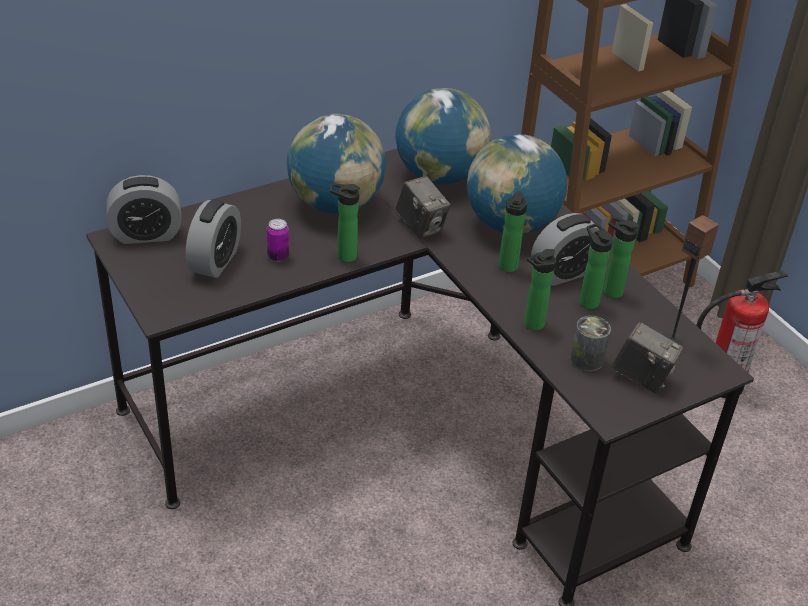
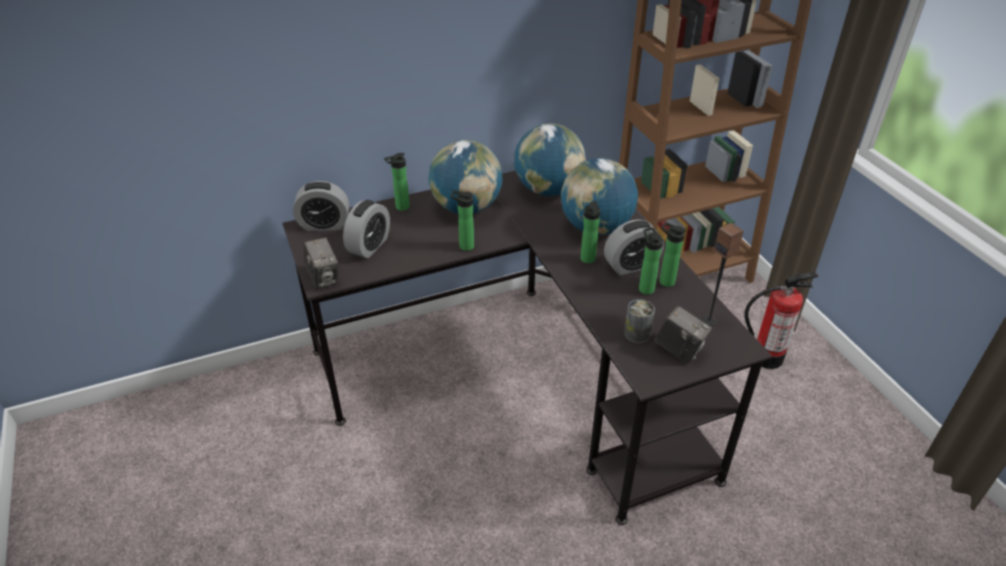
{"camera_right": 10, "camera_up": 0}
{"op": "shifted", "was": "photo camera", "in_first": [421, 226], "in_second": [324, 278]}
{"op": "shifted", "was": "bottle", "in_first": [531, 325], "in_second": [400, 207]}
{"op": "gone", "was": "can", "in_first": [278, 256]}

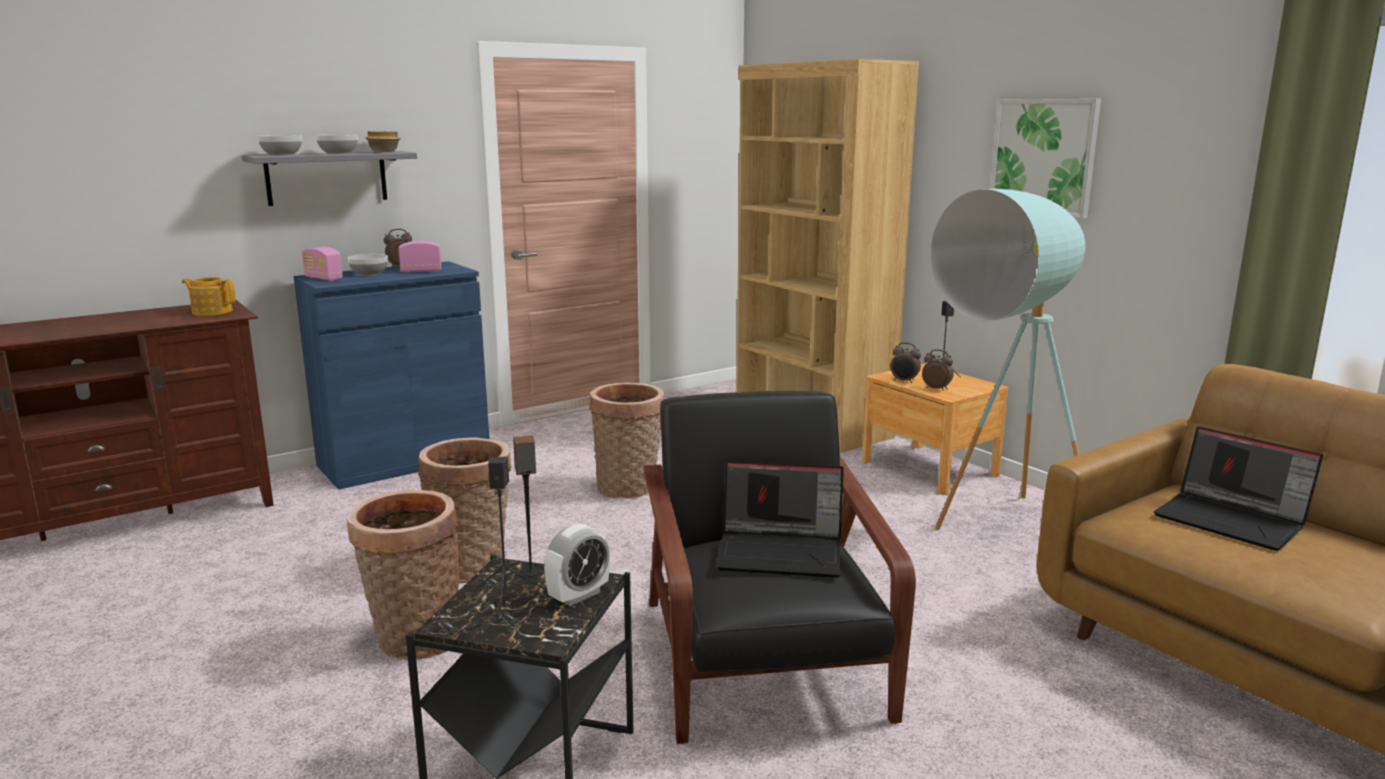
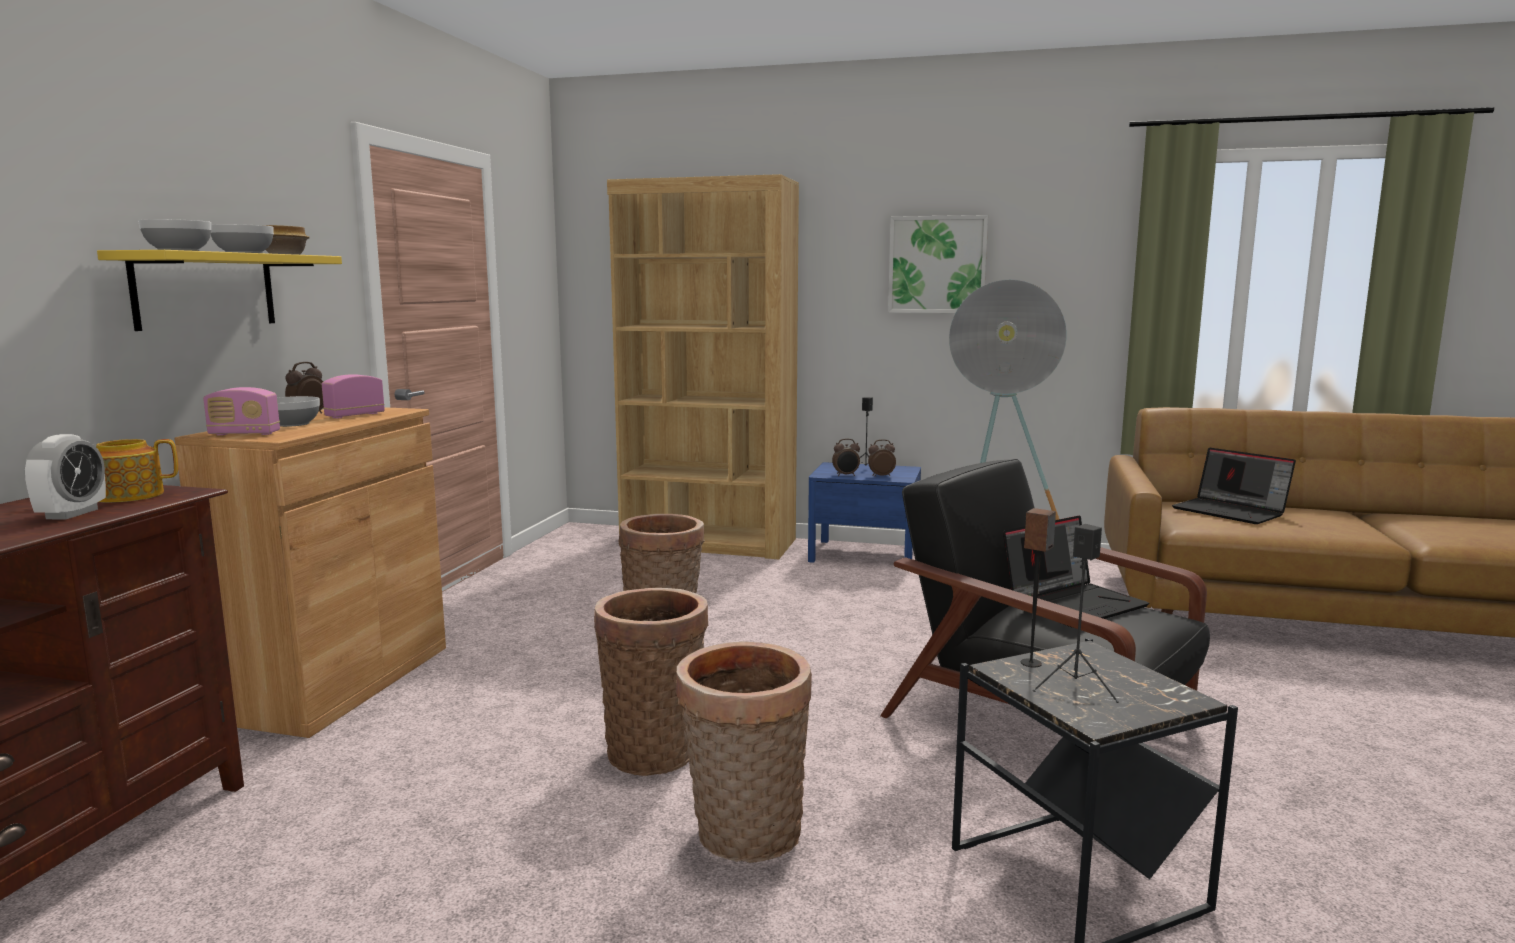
{"camera_right": -40, "camera_up": -5}
{"op": "shifted", "was": "alarm clock", "in_first": [578, 595], "in_second": [72, 514]}
{"op": "repainted", "was": "shelf (grey)", "now": "shelf (yellow)", "in_first": [326, 177], "in_second": [205, 290]}
{"op": "repainted", "was": "cabinet (blue)", "now": "cabinet (brown)", "in_first": [404, 461], "in_second": [339, 682]}
{"op": "repainted", "was": "nightstand (brown)", "now": "nightstand (blue)", "in_first": [929, 468], "in_second": [864, 554]}
{"op": "rotated", "was": "laptop", "in_first": [1232, 520], "in_second": [1231, 511], "clockwise": 45}

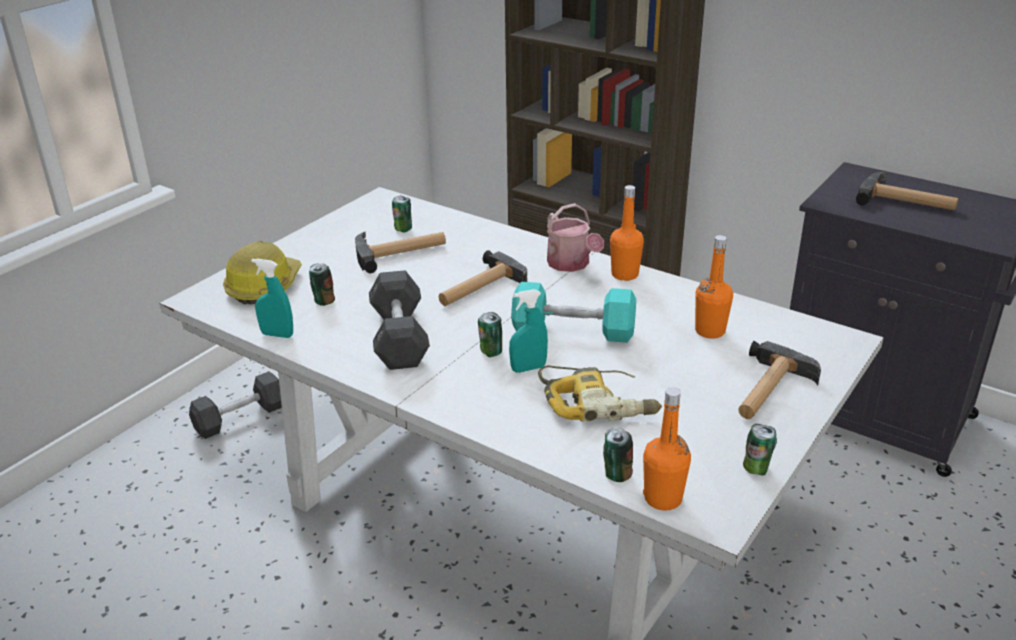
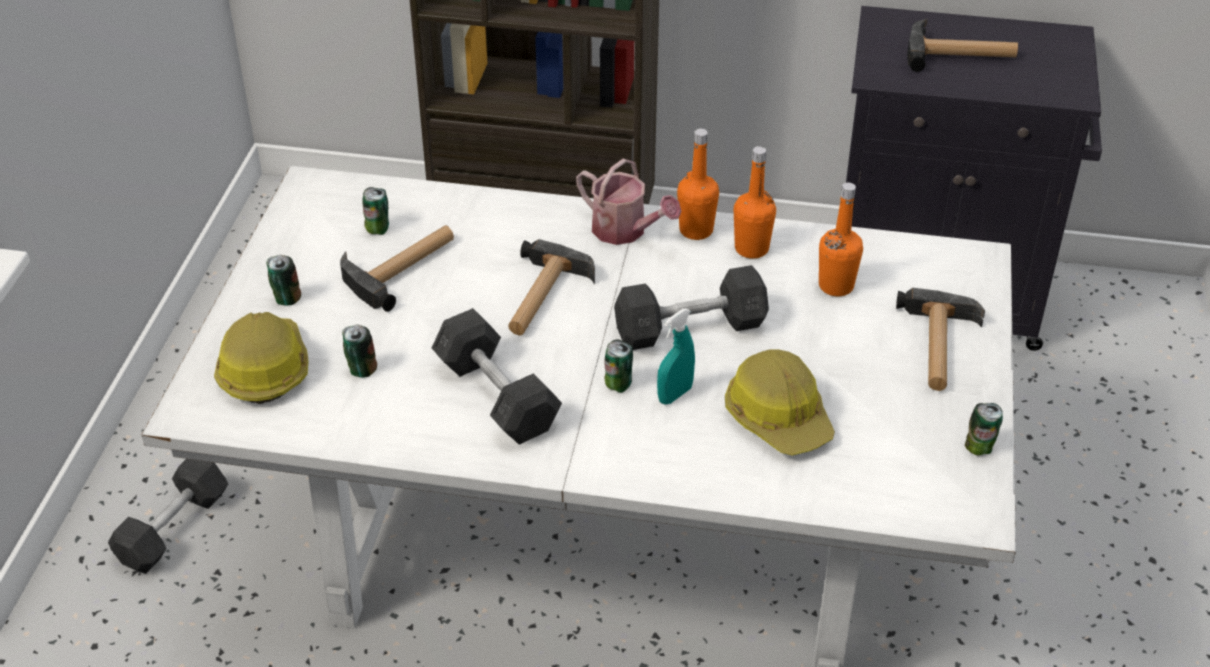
{"camera_right": -25, "camera_up": 10}
{"op": "shifted", "was": "can", "in_first": [616, 474], "in_second": [286, 299]}
{"op": "repainted", "was": "dumbbell (turquoise)", "now": "dumbbell (grey)", "in_first": [573, 331], "in_second": [690, 328]}
{"op": "swapped", "was": "power drill", "now": "hard hat", "in_first": [598, 403], "in_second": [778, 417]}
{"op": "shifted", "was": "bottle (orange)", "in_first": [663, 498], "in_second": [751, 248]}
{"op": "gone", "was": "spray bottle (turquoise)", "in_first": [277, 335]}

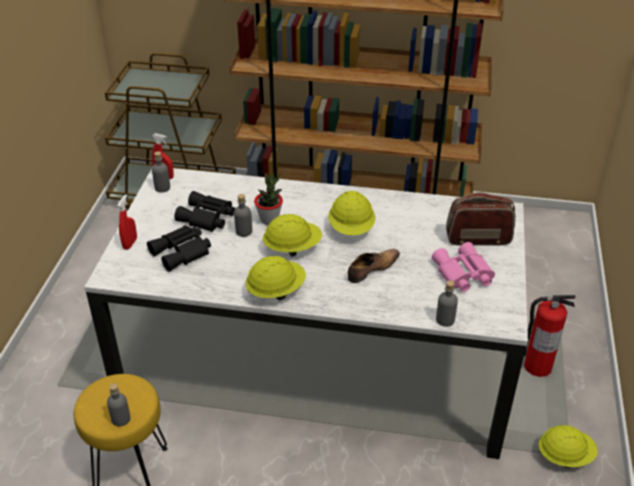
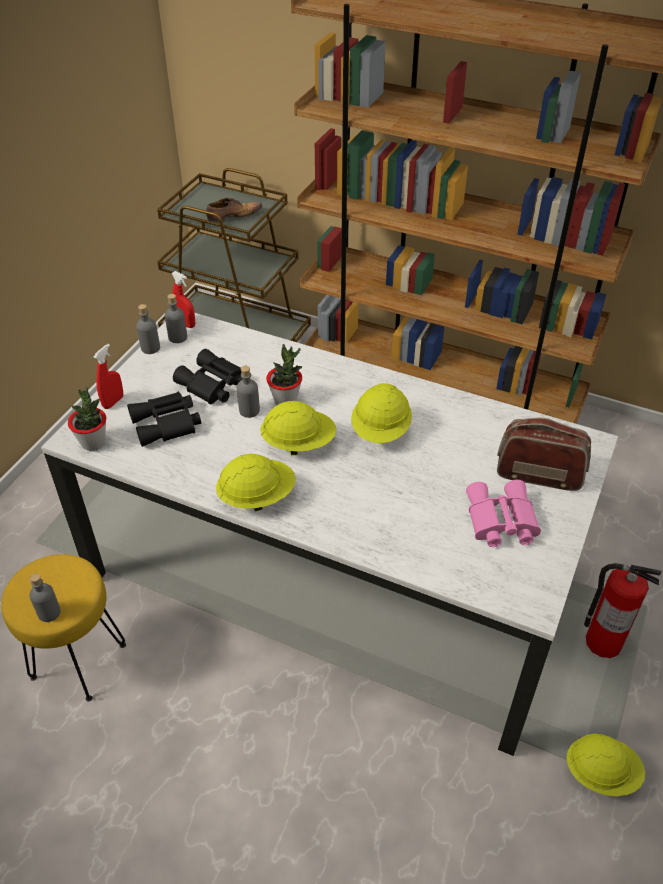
{"camera_right": 15, "camera_up": 5}
{"op": "new", "now": "potted plant", "in_second": [93, 443]}
{"op": "shifted", "was": "bottle (grey)", "in_first": [445, 320], "in_second": [150, 348]}
{"op": "shifted", "was": "shoe", "in_first": [372, 269], "in_second": [233, 216]}

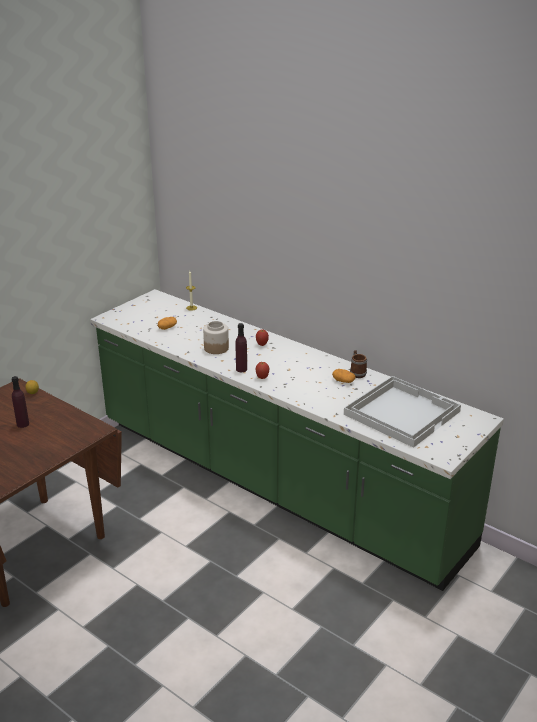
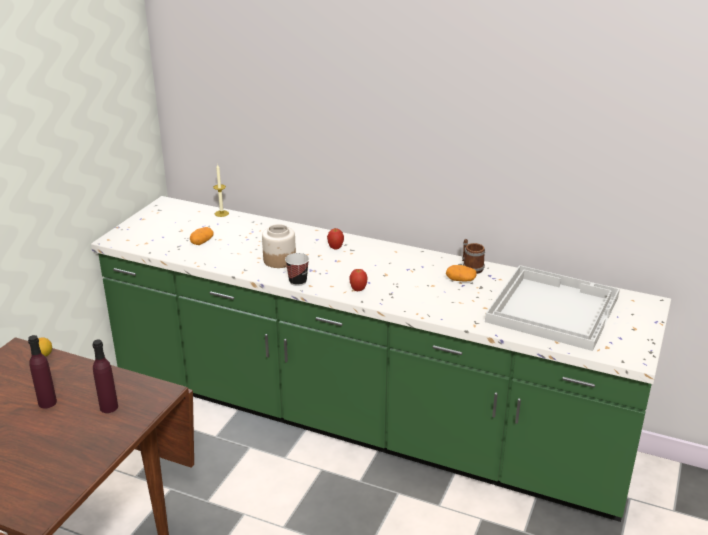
{"camera_right": -15, "camera_up": 0}
{"op": "shifted", "was": "bottle (purple)", "in_first": [241, 369], "in_second": [109, 407]}
{"op": "new", "now": "cup", "in_second": [298, 281]}

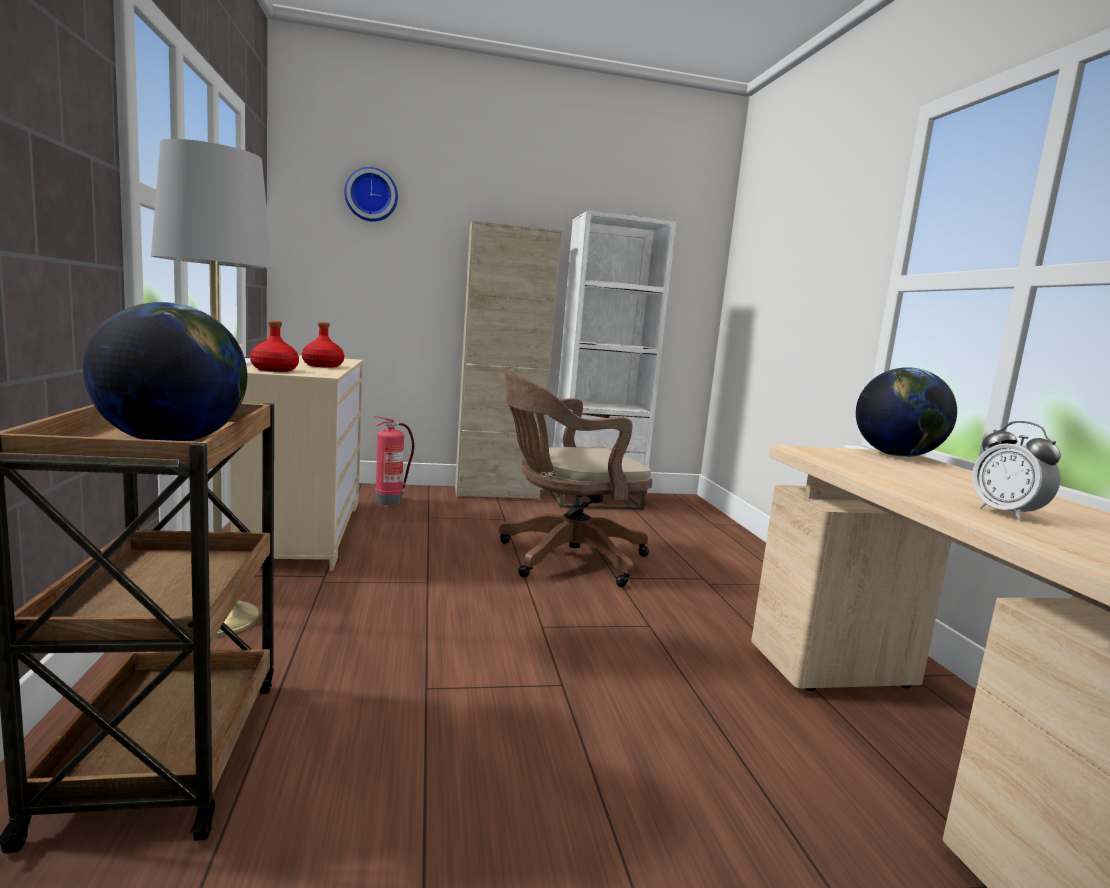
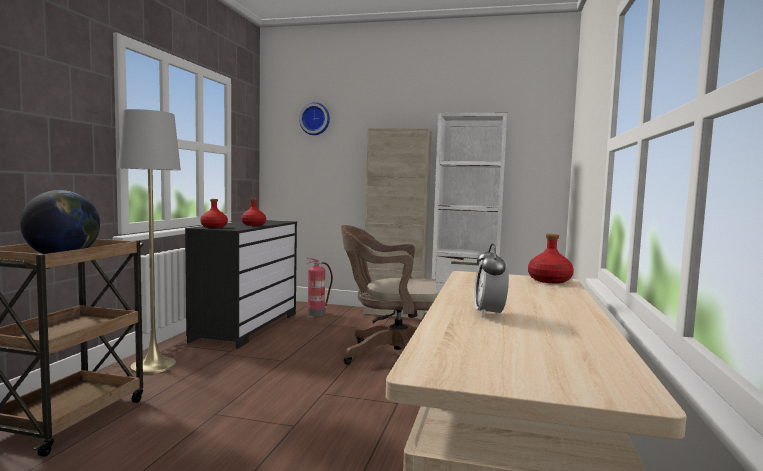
{"camera_right": 25, "camera_up": -5}
{"op": "repainted", "was": "dresser (beige)", "now": "dresser (black)", "in_first": [303, 531], "in_second": [246, 326]}
{"op": "swapped", "was": "globe", "now": "bottle (red)", "in_first": [897, 455], "in_second": [550, 280]}

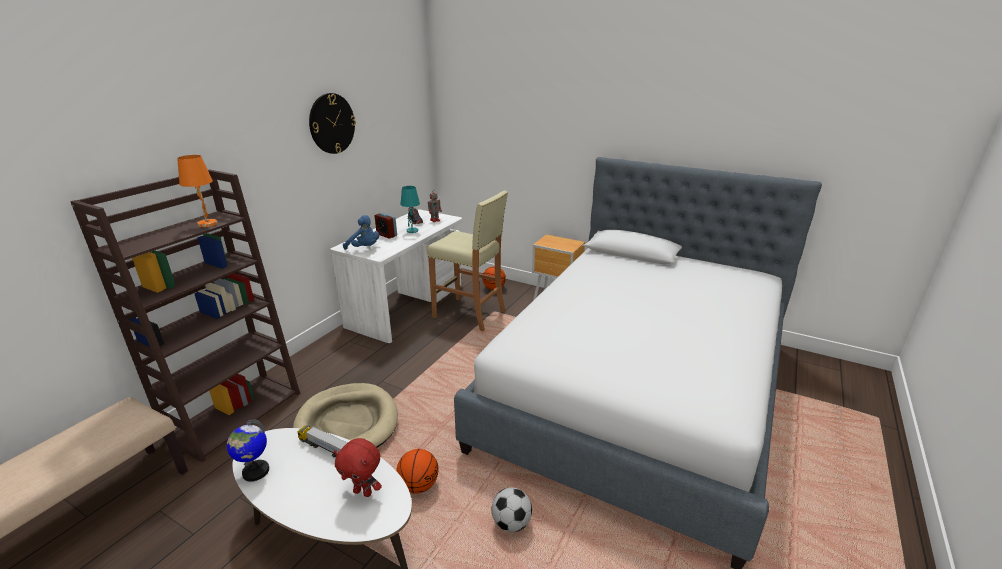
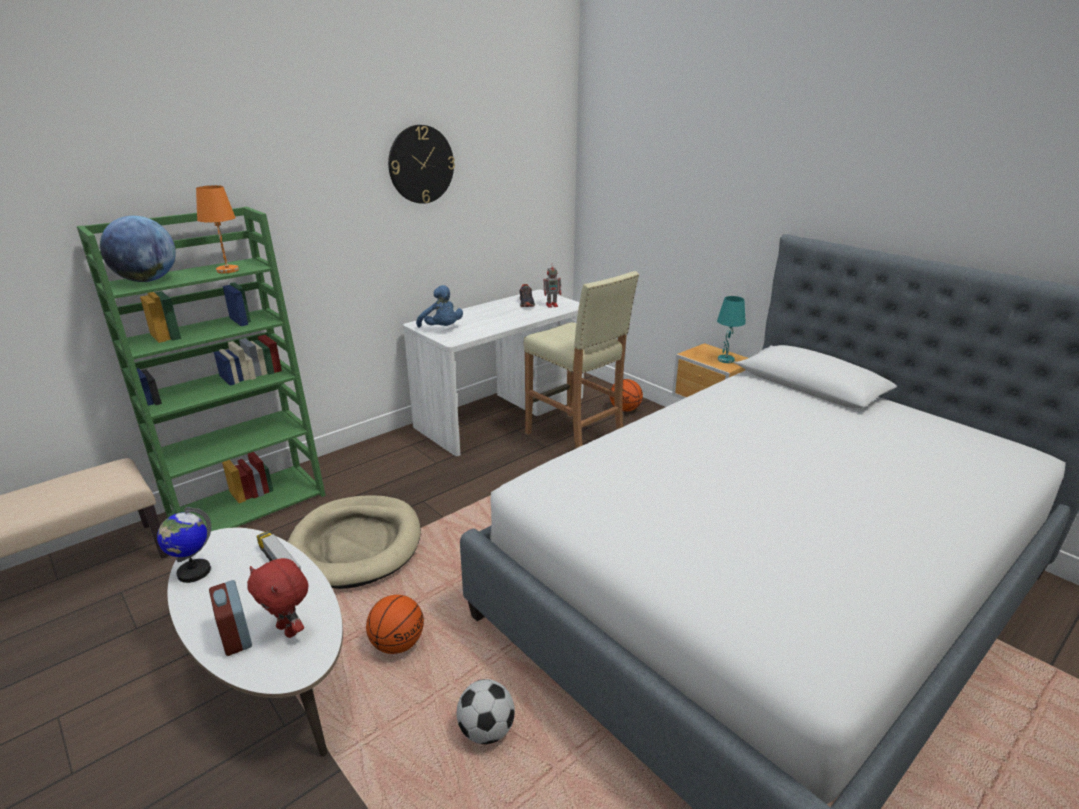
{"camera_right": 20, "camera_up": 0}
{"op": "repainted", "was": "bookcase (brown)", "now": "bookcase (green)", "in_first": [236, 414], "in_second": [248, 504]}
{"op": "new", "now": "globe", "in_second": [147, 280]}
{"op": "shifted", "was": "alarm clock", "in_first": [386, 235], "in_second": [235, 636]}
{"op": "shifted", "was": "table lamp (turquoise)", "in_first": [412, 231], "in_second": [726, 360]}

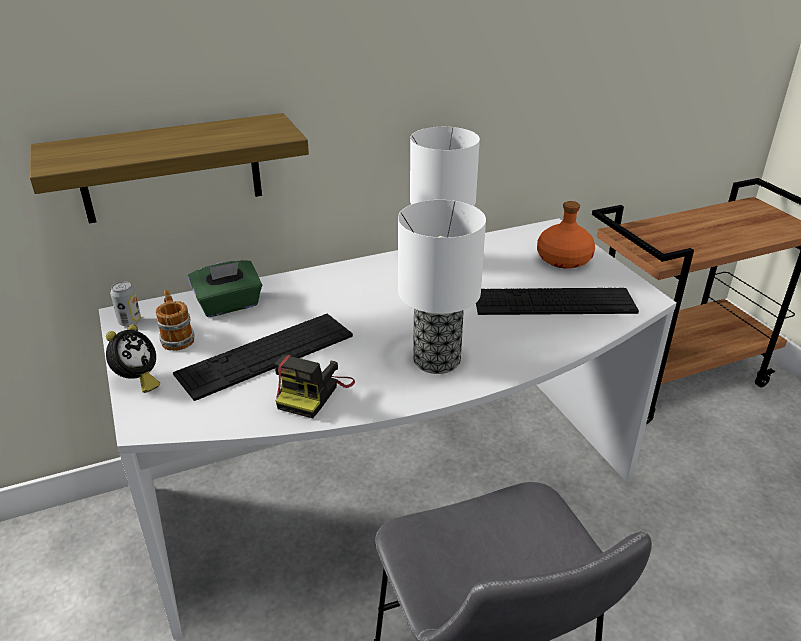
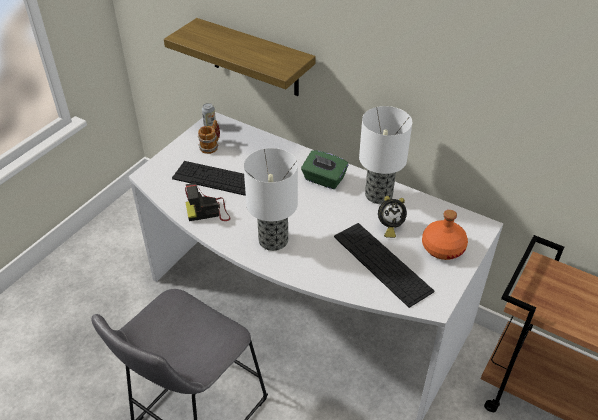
{"camera_right": 55, "camera_up": 10}
{"op": "shifted", "was": "tissue box (green)", "in_first": [229, 305], "in_second": [324, 179]}
{"op": "shifted", "was": "alarm clock", "in_first": [137, 381], "in_second": [389, 227]}

